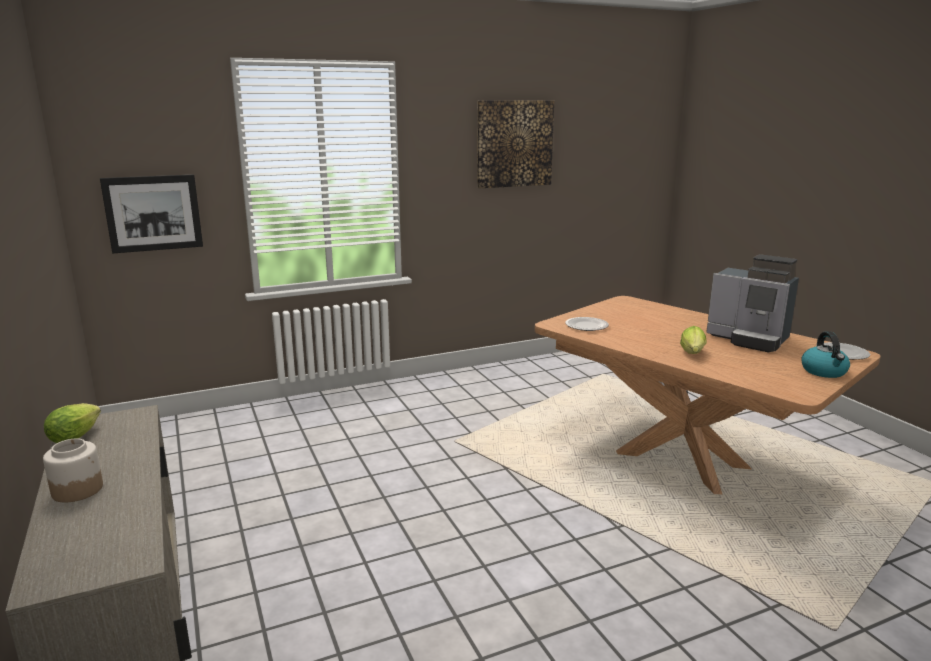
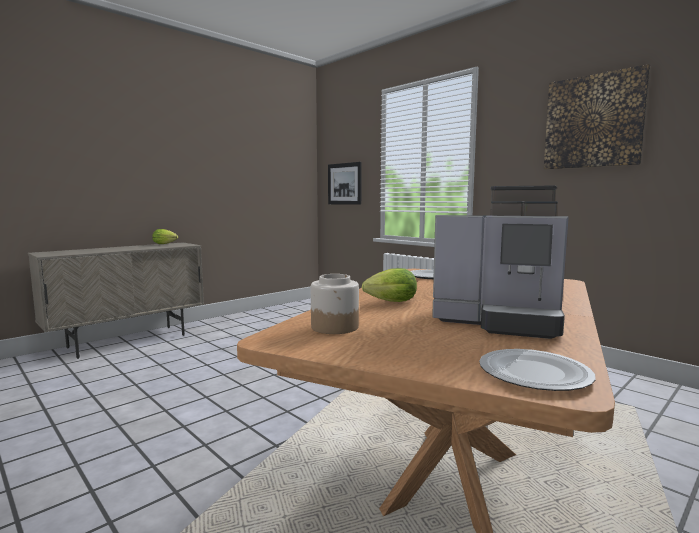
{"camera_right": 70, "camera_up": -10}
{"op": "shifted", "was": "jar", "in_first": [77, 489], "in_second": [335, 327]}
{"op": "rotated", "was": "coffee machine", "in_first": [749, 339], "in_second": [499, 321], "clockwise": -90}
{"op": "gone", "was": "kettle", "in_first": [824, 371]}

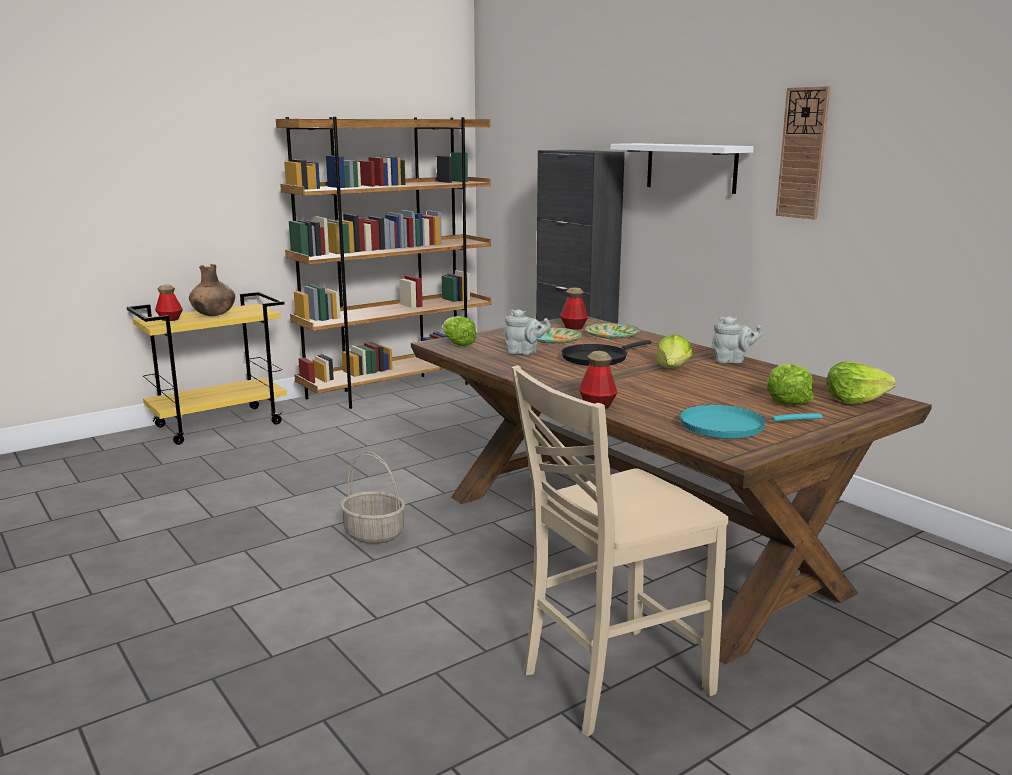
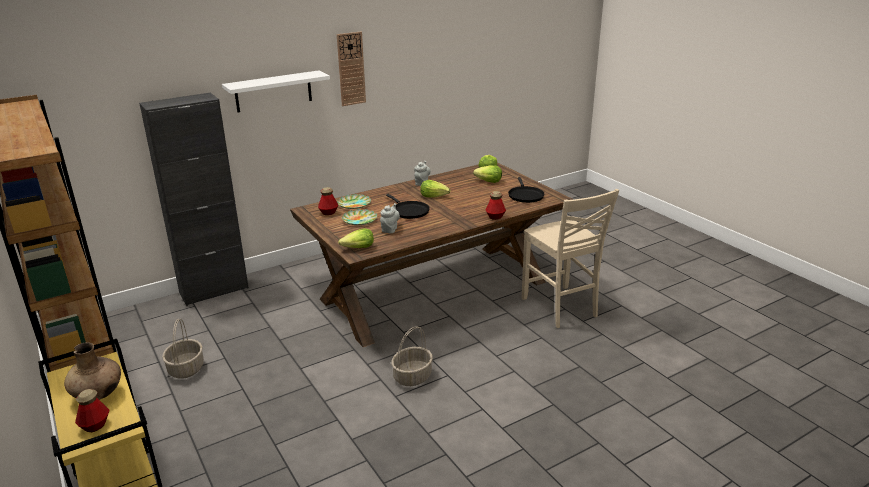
{"camera_right": -85, "camera_up": 10}
{"op": "new", "now": "basket", "in_second": [186, 368]}
{"op": "repainted", "was": "frying pan (turquoise)", "now": "frying pan (black)", "in_first": [728, 427], "in_second": [525, 195]}

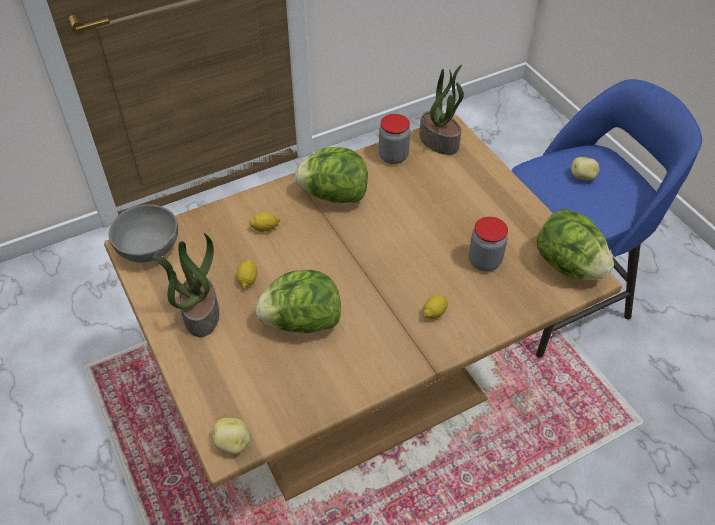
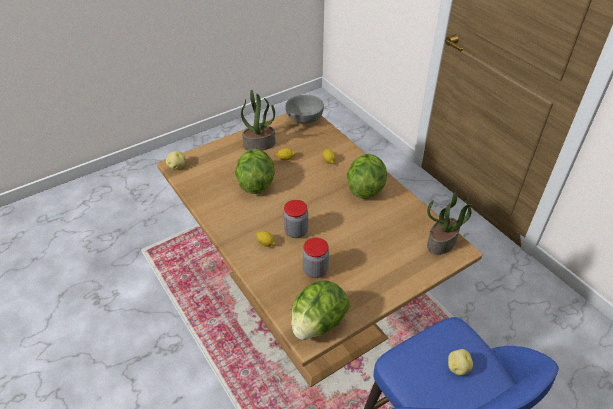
{"camera_right": 85, "camera_up": -5}
{"op": "shifted", "was": "jar", "in_first": [393, 156], "in_second": [296, 231]}

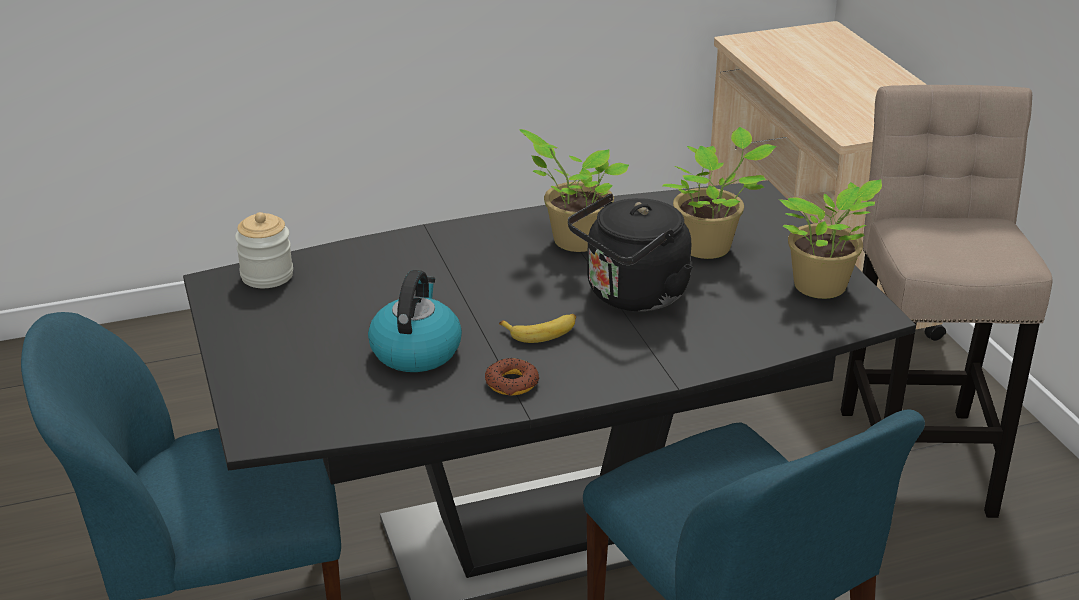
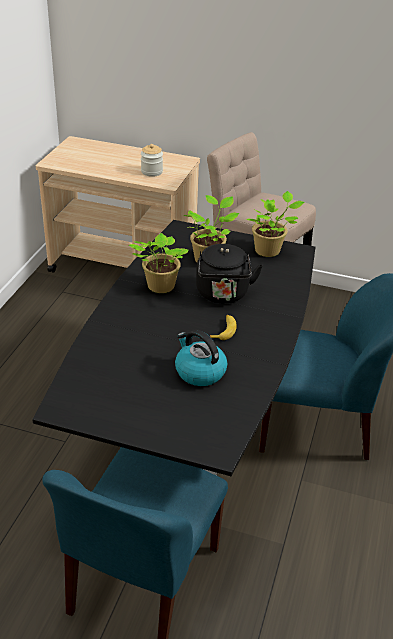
{"camera_right": -55, "camera_up": 5}
{"op": "shifted", "was": "jar", "in_first": [267, 276], "in_second": [151, 172]}
{"op": "gone", "was": "donut", "in_first": [512, 383]}

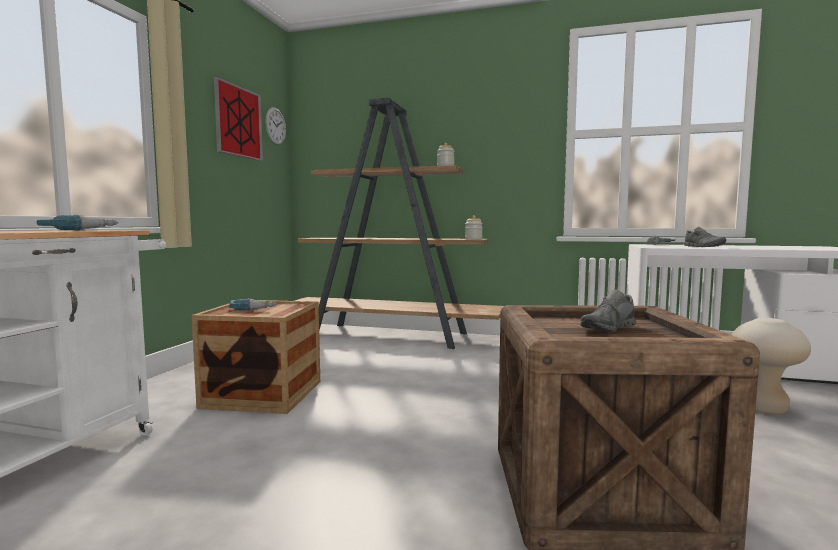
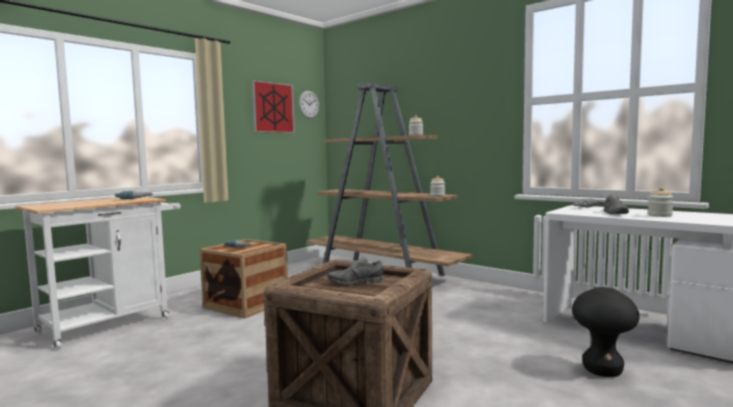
{"camera_right": 25, "camera_up": 0}
{"op": "repainted", "was": "stool (beige)", "now": "stool (black)", "in_first": [763, 408], "in_second": [602, 371]}
{"op": "new", "now": "jar", "in_second": [660, 215]}

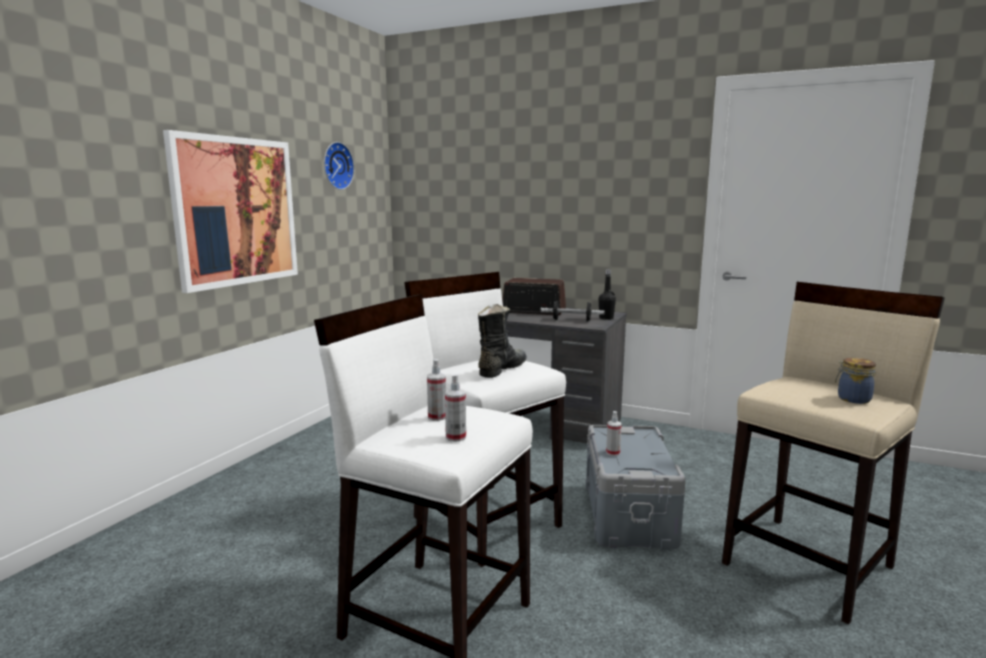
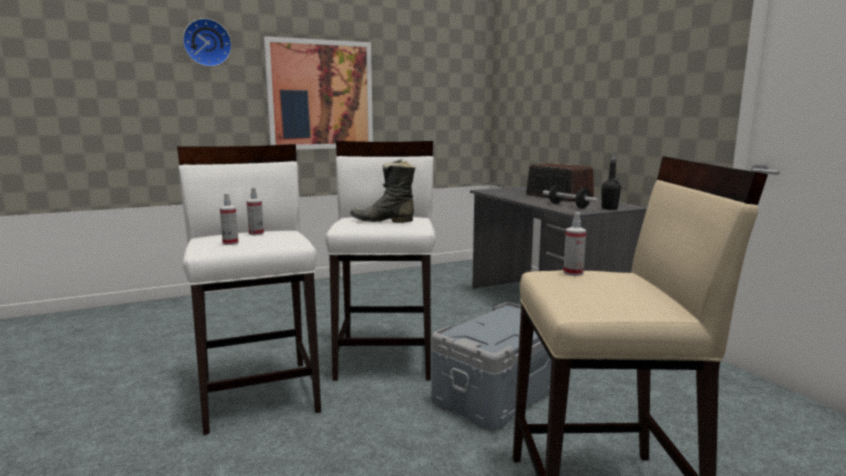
{"camera_right": 40, "camera_up": 0}
{"op": "shifted", "was": "wall clock", "in_first": [336, 166], "in_second": [207, 43]}
{"op": "rotated", "was": "boot (black)", "in_first": [501, 369], "in_second": [383, 221], "clockwise": -150}
{"op": "shifted", "was": "spray bottle", "in_first": [613, 453], "in_second": [573, 273]}
{"op": "gone", "was": "jar", "in_first": [852, 399]}

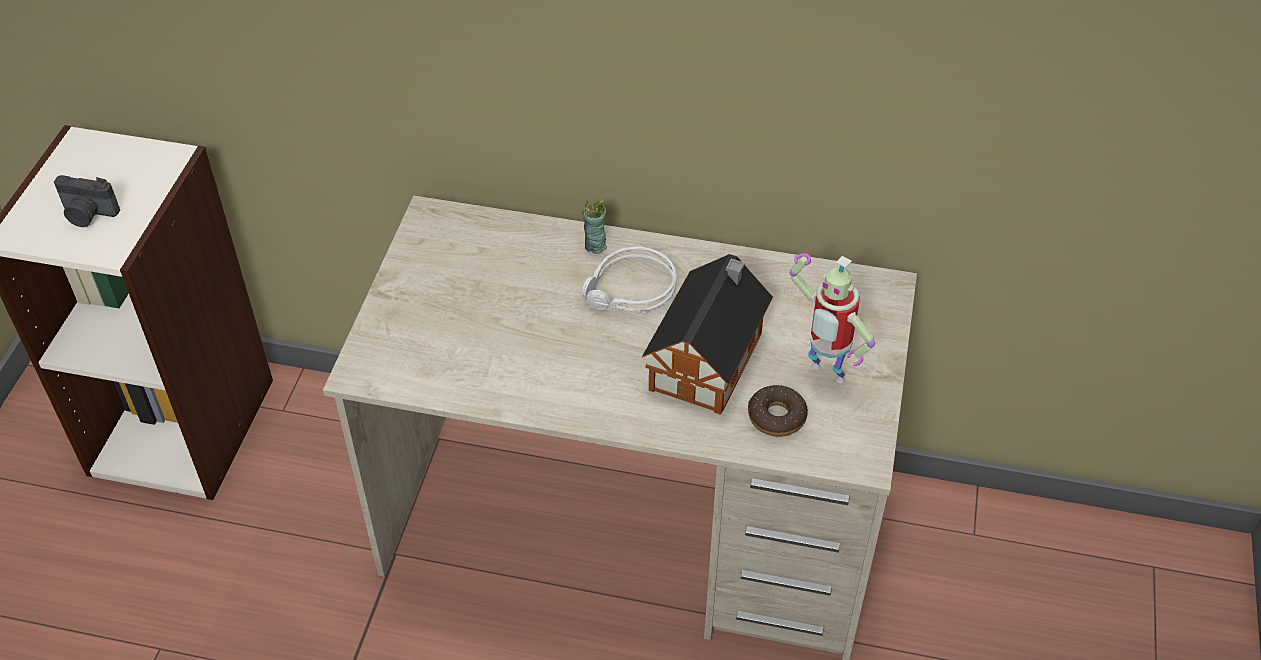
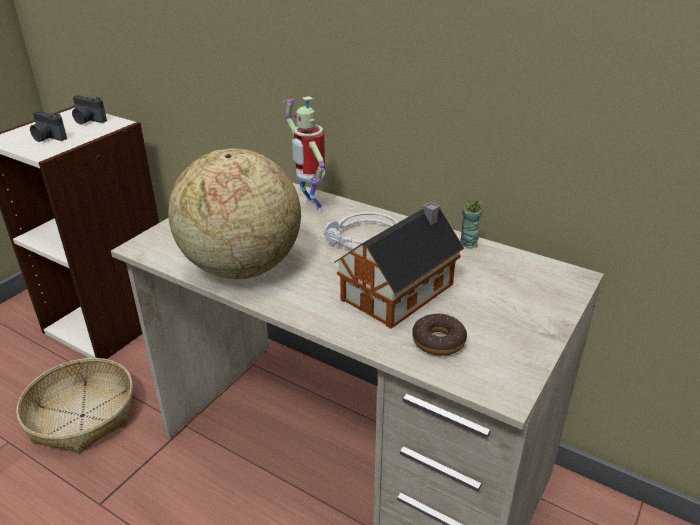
{"camera_right": 20, "camera_up": -15}
{"op": "new", "now": "basket", "in_second": [82, 415]}
{"op": "new", "now": "photo camera", "in_second": [88, 120]}
{"op": "new", "now": "globe", "in_second": [241, 267]}
{"op": "shifted", "was": "toy robot", "in_first": [824, 376], "in_second": [310, 207]}
{"op": "shifted", "was": "cup", "in_first": [595, 246], "in_second": [468, 244]}

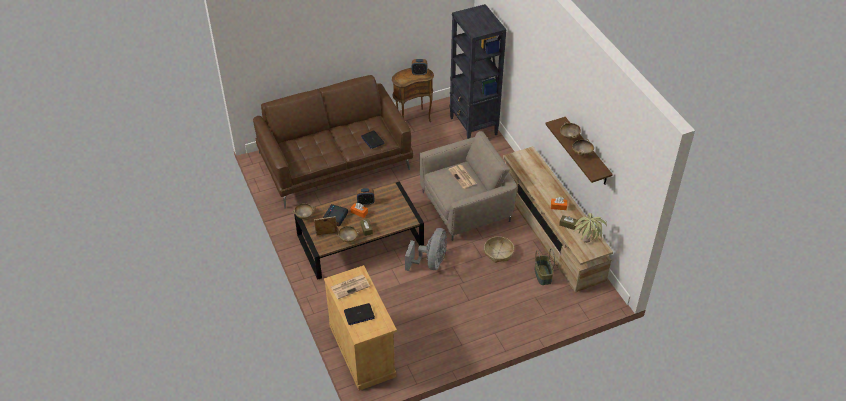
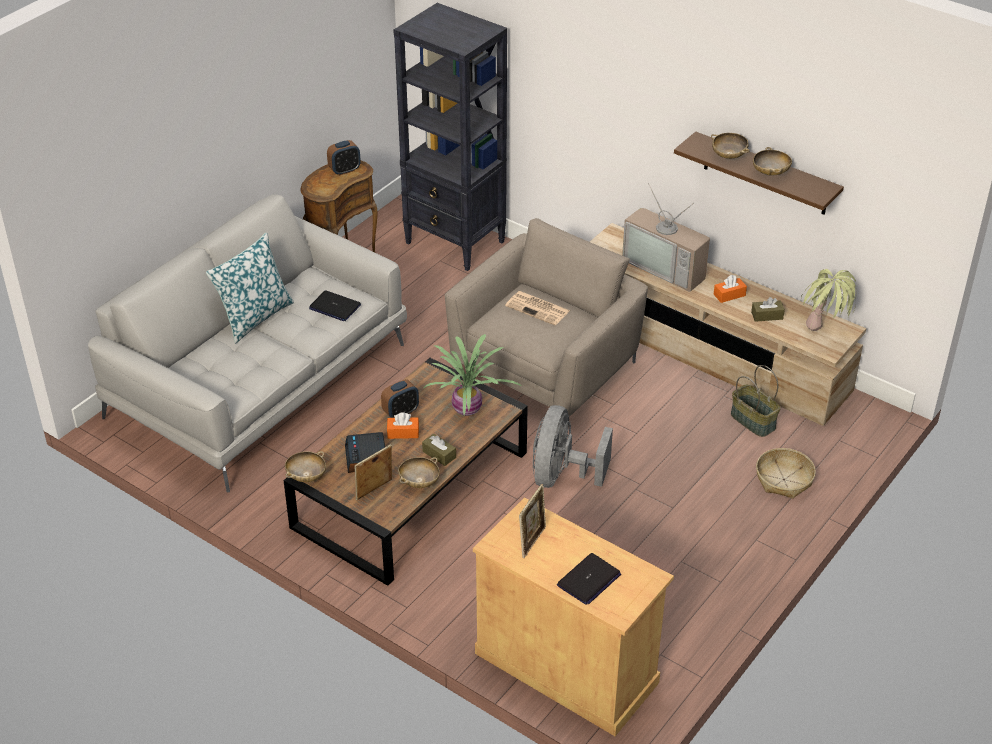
{"camera_right": -30, "camera_up": -5}
{"op": "repainted", "was": "sofa (brown)", "now": "sofa (grey)", "in_first": [335, 161], "in_second": [260, 380]}
{"op": "new", "now": "pillow", "in_second": [255, 317]}
{"op": "new", "now": "potted plant", "in_second": [468, 410]}
{"op": "swapped", "was": "newspaper", "now": "picture frame", "in_first": [350, 286], "in_second": [532, 541]}
{"op": "rotated", "was": "fan (grey)", "in_first": [430, 263], "in_second": [562, 476], "clockwise": -150}
{"op": "new", "now": "television", "in_second": [667, 267]}
{"op": "shifted", "was": "basket", "in_first": [498, 253], "in_second": [784, 479]}

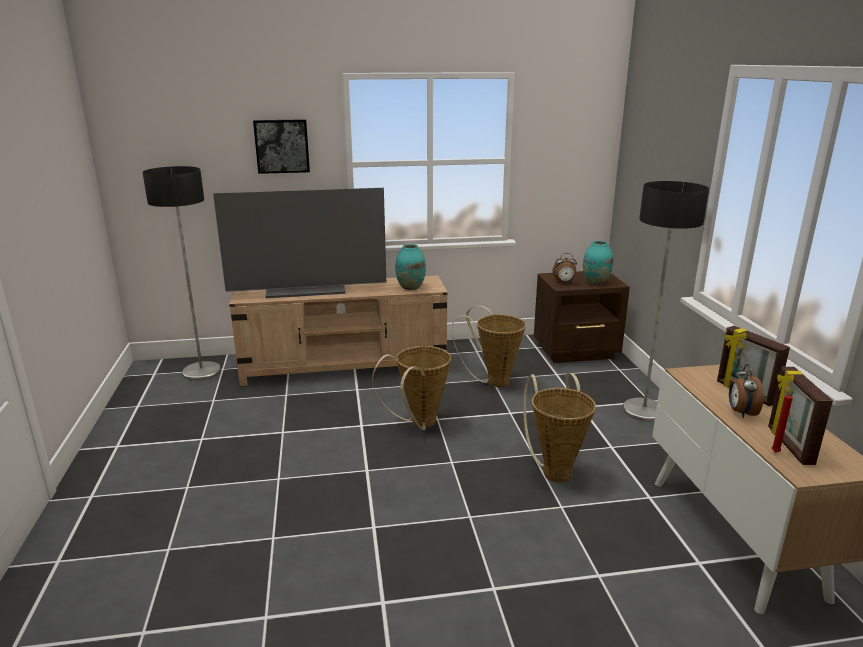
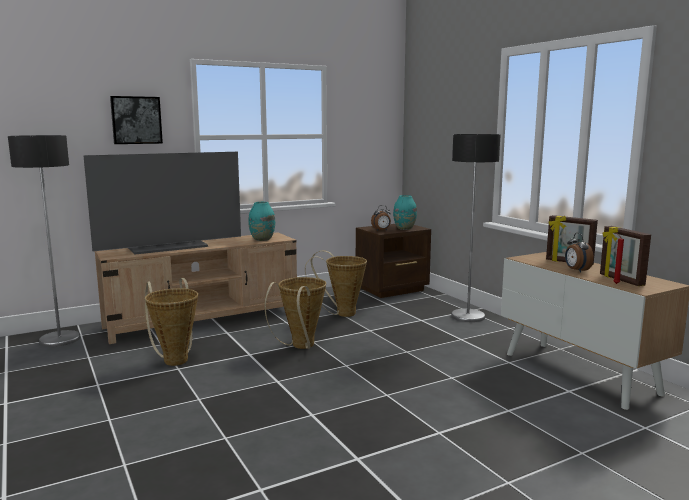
{"camera_right": -20, "camera_up": -10}
{"op": "shifted", "was": "basket", "in_first": [555, 470], "in_second": [175, 359]}

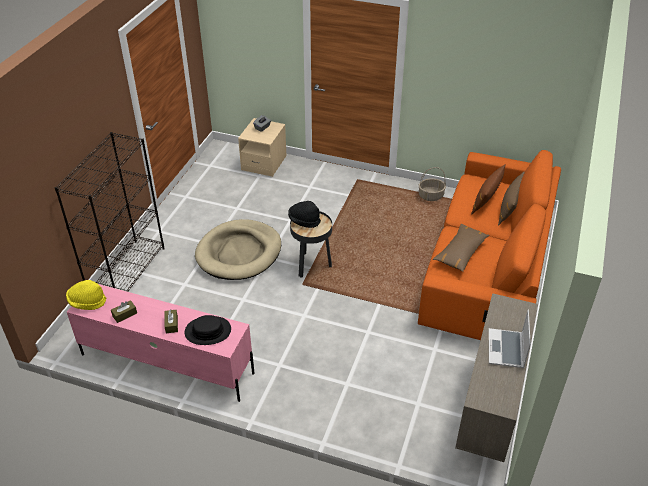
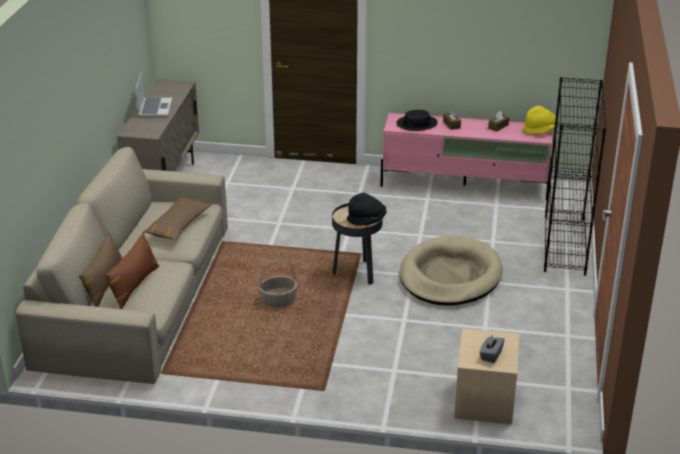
{"camera_right": 170, "camera_up": -10}
{"op": "repainted", "was": "sofa (orange)", "now": "sofa (beige)", "in_first": [488, 263], "in_second": [138, 296]}
{"op": "shifted", "was": "basket", "in_first": [430, 196], "in_second": [278, 300]}

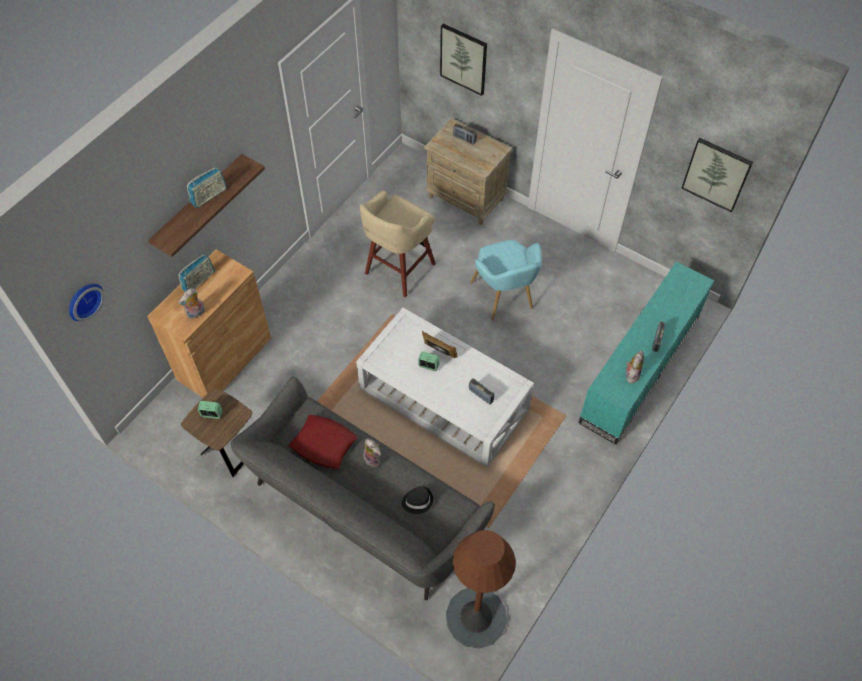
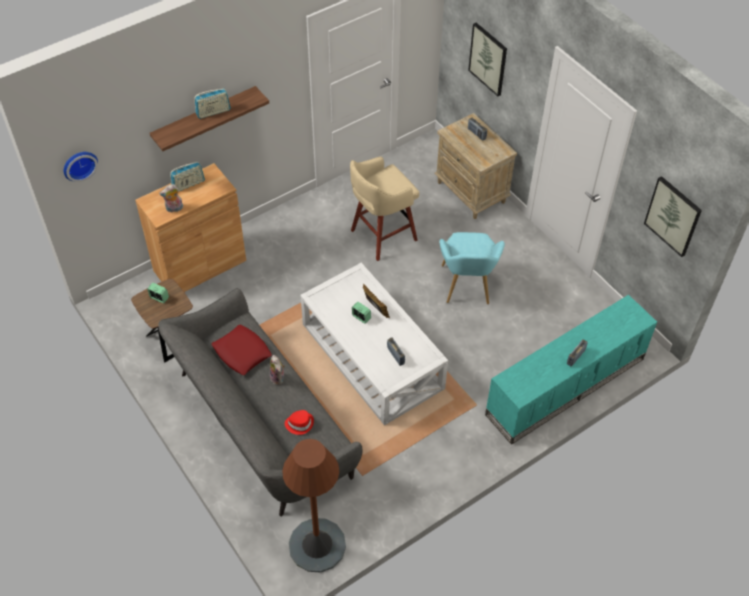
{"camera_right": 20, "camera_up": -5}
{"op": "repainted", "was": "hat (black)", "now": "hat (red)", "in_first": [417, 500], "in_second": [299, 423]}
{"op": "gone", "was": "plush toy", "in_first": [631, 374]}

